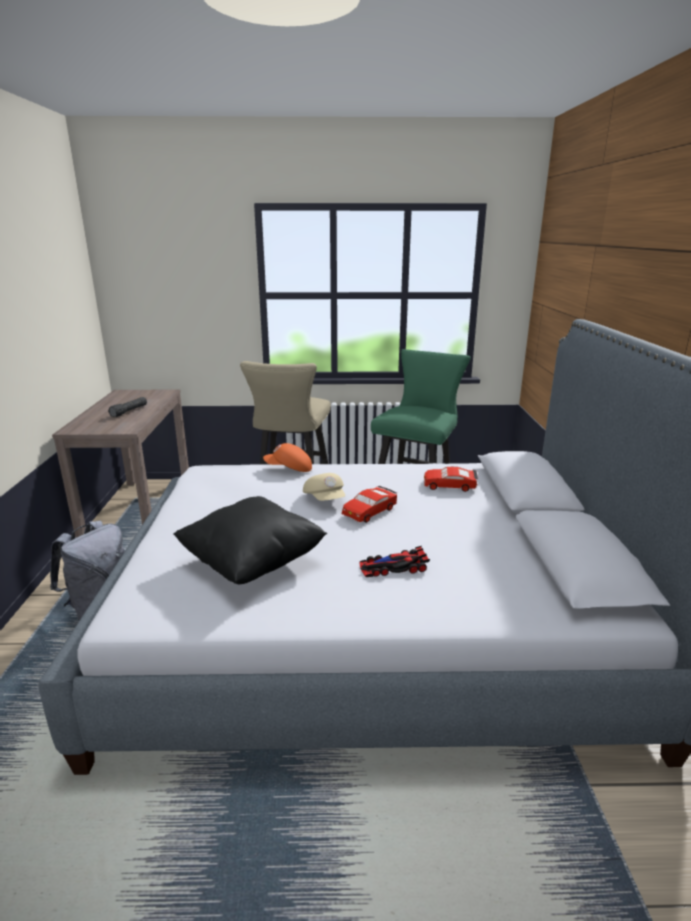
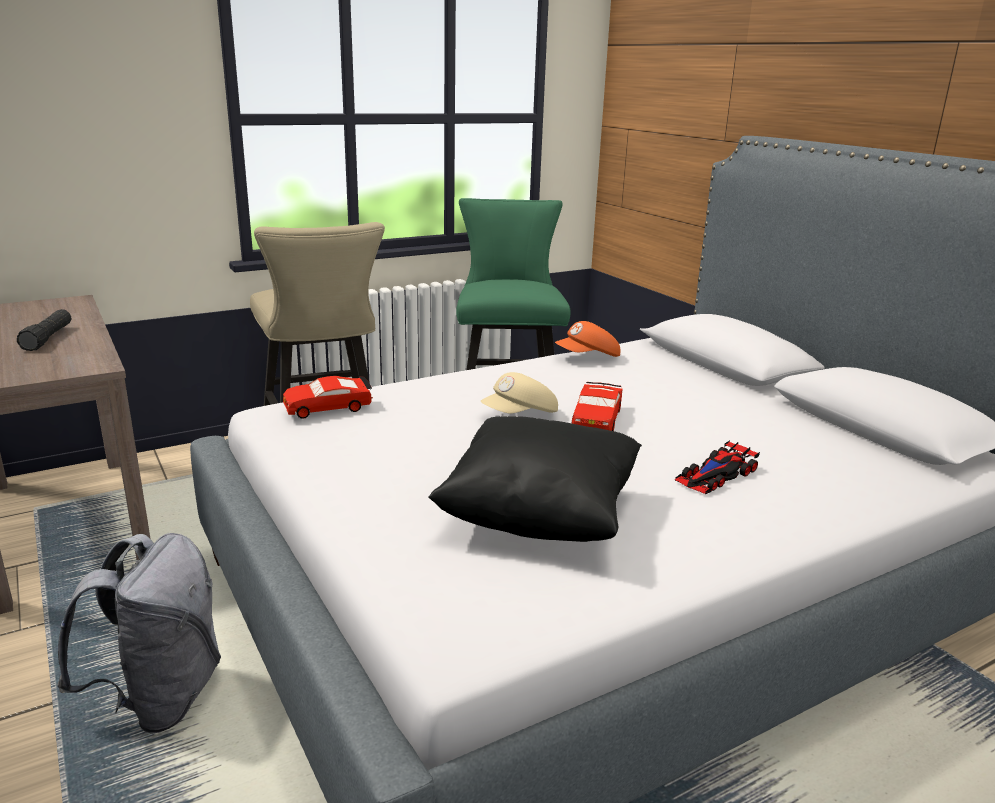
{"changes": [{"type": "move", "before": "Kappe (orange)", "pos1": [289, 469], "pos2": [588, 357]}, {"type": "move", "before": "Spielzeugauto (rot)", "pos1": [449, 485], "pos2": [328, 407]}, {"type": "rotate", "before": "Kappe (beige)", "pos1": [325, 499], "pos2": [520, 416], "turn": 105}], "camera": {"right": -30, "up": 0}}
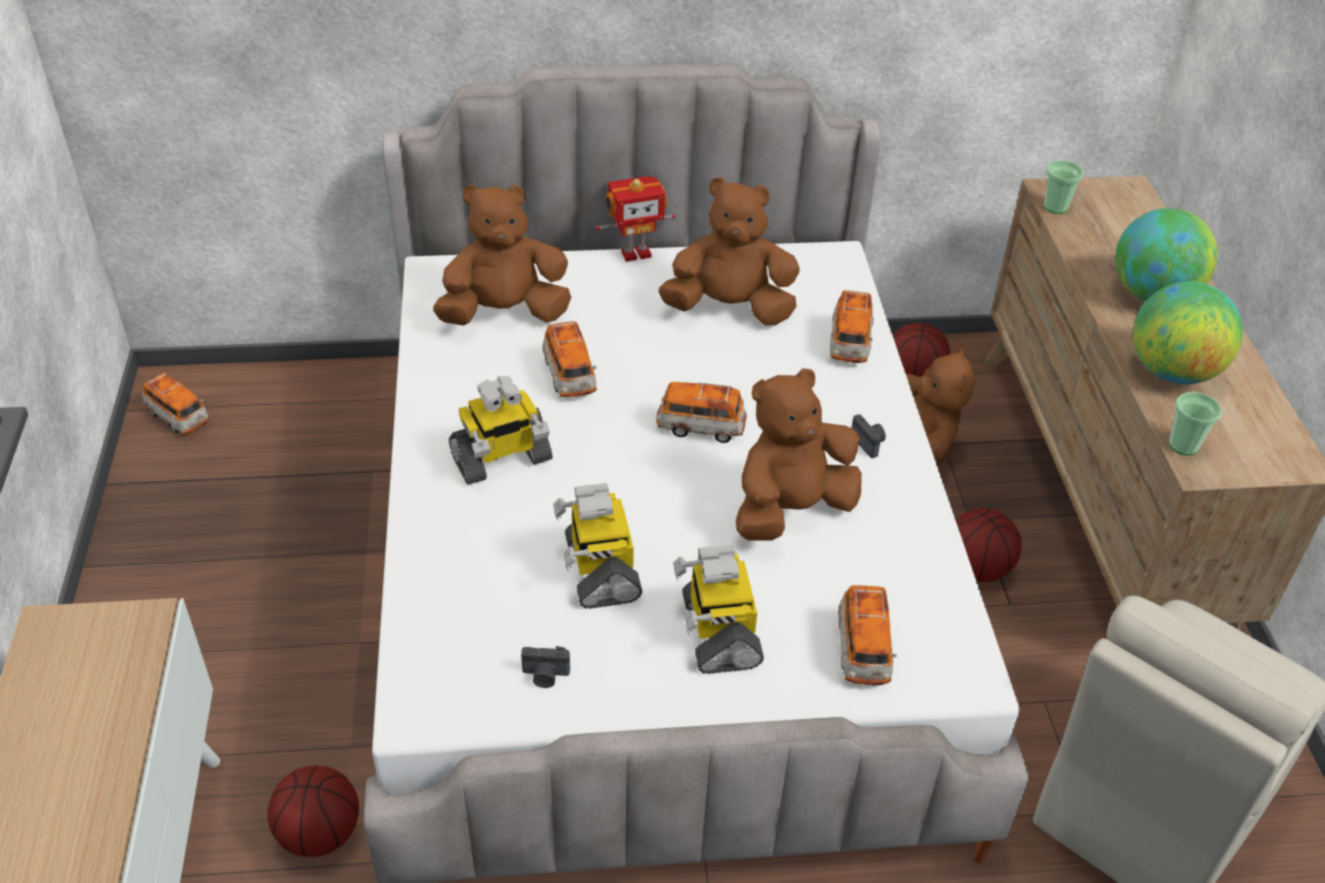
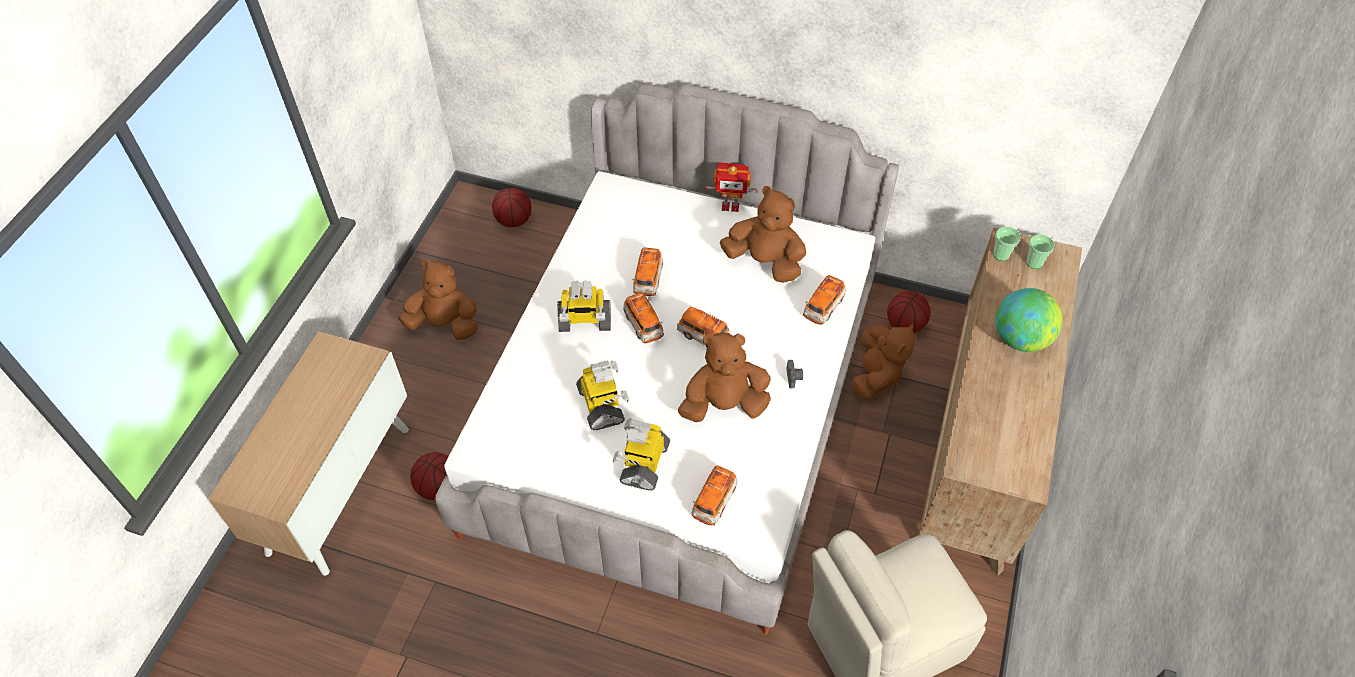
{"changes": [{"type": "move", "before": "Plüschtier (braun)", "pos1": [505, 313], "pos2": [445, 324]}, {"type": "delete", "before": "Globus", "pos1": [1173, 372]}, {"type": "move", "before": "Spielzeugauto", "pos1": [178, 417], "pos2": [643, 325]}, {"type": "move", "before": "Tasse", "pos1": [1183, 445], "pos2": [1034, 263]}, {"type": "rotate", "before": "Spielzeugroboter", "pos1": [600, 569], "pos2": [602, 405], "turn": 150}, {"type": "move", "before": "Basketball", "pos1": [976, 568], "pos2": [514, 220]}, {"type": "delete", "before": "Kamera", "pos1": [545, 676]}], "camera": {"right": 25, "up": 10}}
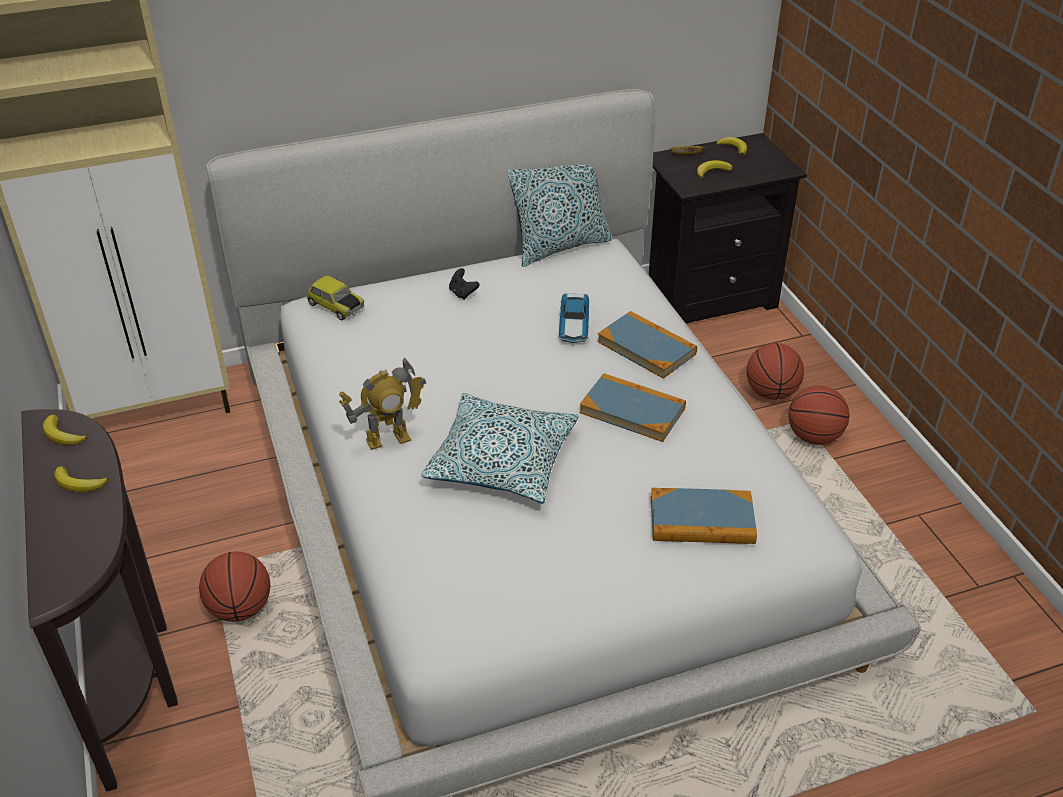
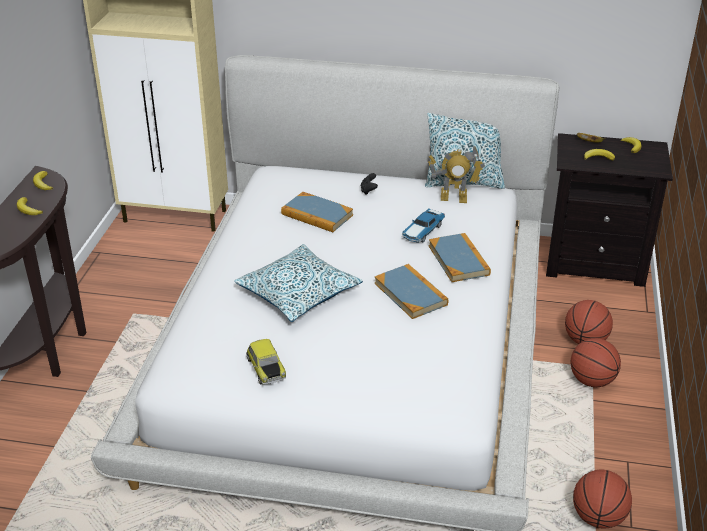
{"changes": [{"type": "move", "before": "Spielzeugauto", "pos1": [335, 306], "pos2": [265, 369]}, {"type": "move", "before": "Spielzeugroboter", "pos1": [388, 439], "pos2": [453, 198]}, {"type": "move", "before": "Buch", "pos1": [701, 520], "pos2": [317, 215]}, {"type": "move", "before": "Basketball", "pos1": [240, 609], "pos2": [598, 518]}], "camera": {"right": 30, "up": -5}}
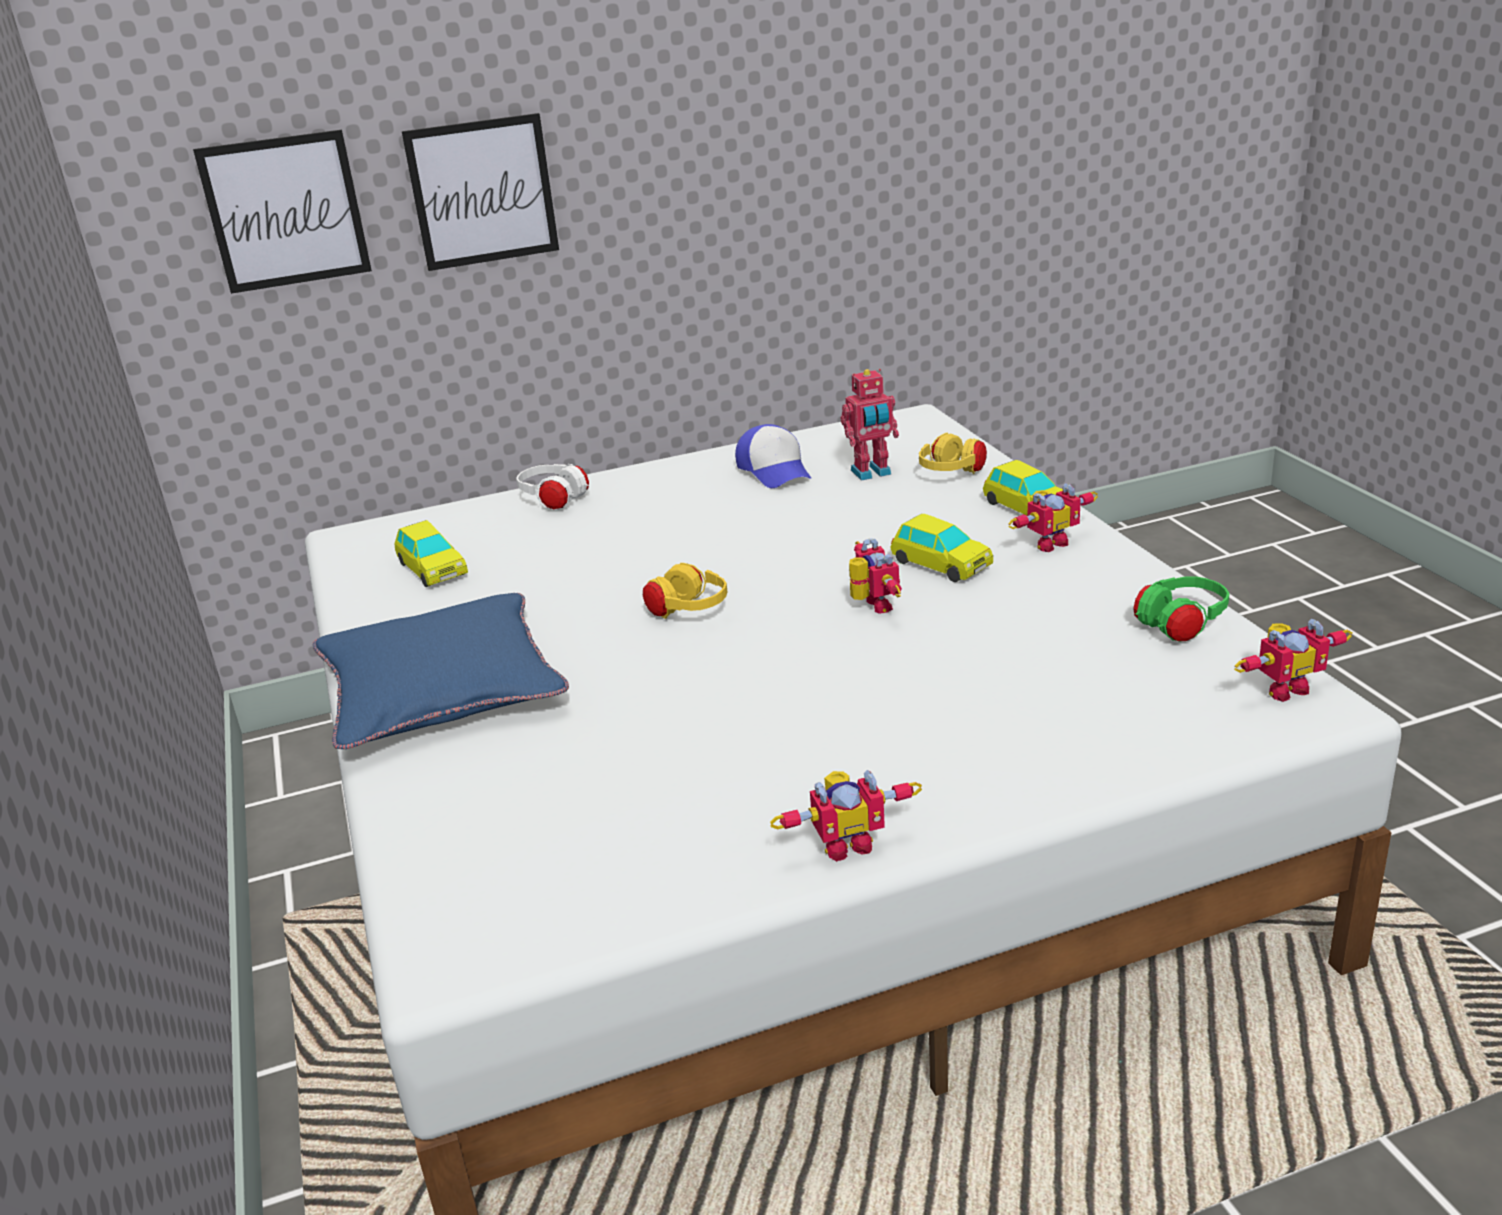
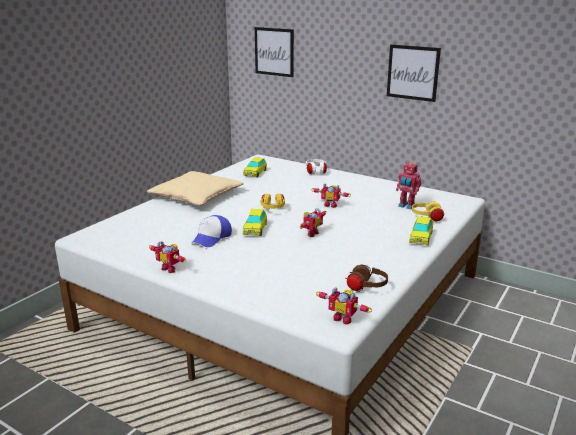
{"changes": [{"type": "move", "before": "Bild", "pos1": [482, 192], "pos2": [413, 72]}, {"type": "move", "before": "Kappe", "pos1": [775, 470], "pos2": [212, 238]}, {"type": "move", "before": "Spielzeugroboter", "pos1": [1048, 543], "pos2": [331, 205]}, {"type": "move", "before": "Spielzeugauto", "pos1": [941, 565], "pos2": [255, 229]}, {"type": "recolor", "before": "Kopfhörer (grün)", "after": "Kopfhörer (braun)", "pos1": [1180, 626], "pos2": [366, 288]}, {"type": "recolor", "before": "Kissen (blau)", "after": "Kissen (beige)", "pos1": [441, 688], "pos2": [196, 195]}], "camera": {"right": 50, "up": -5}}
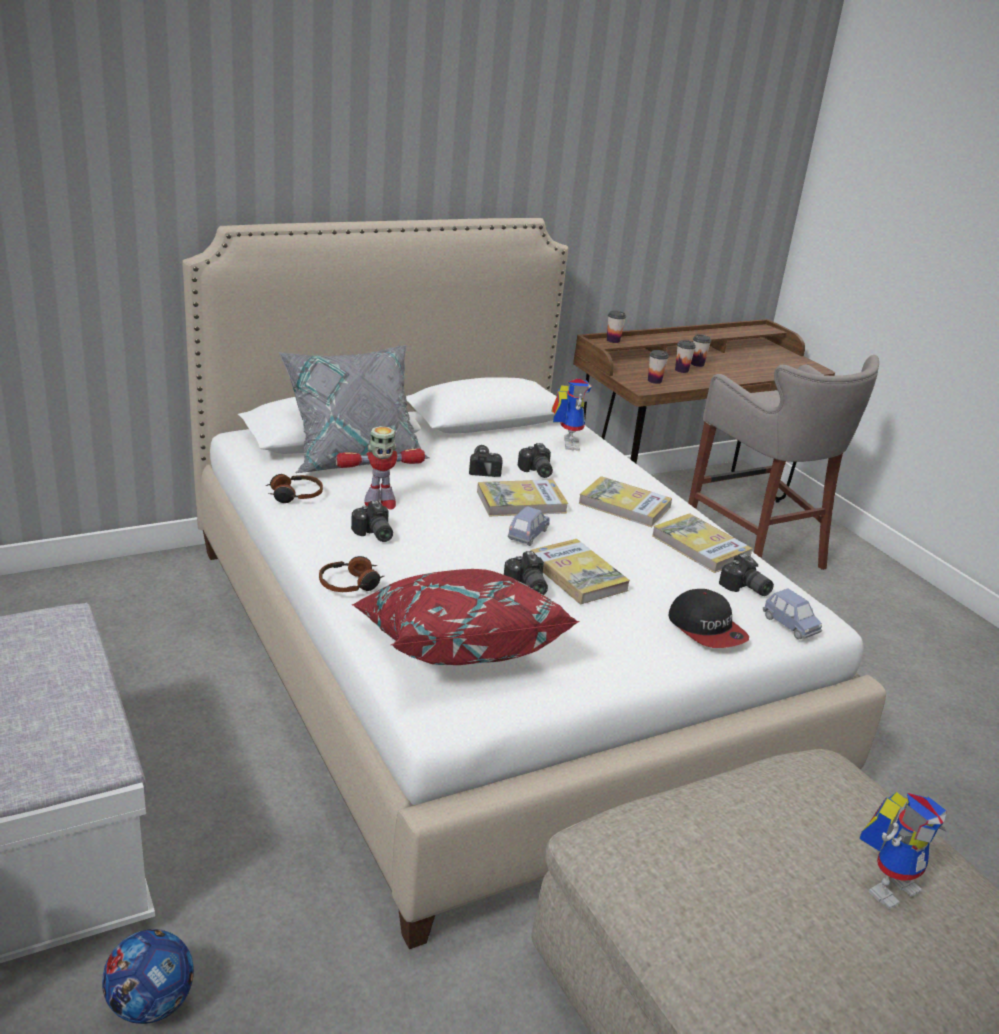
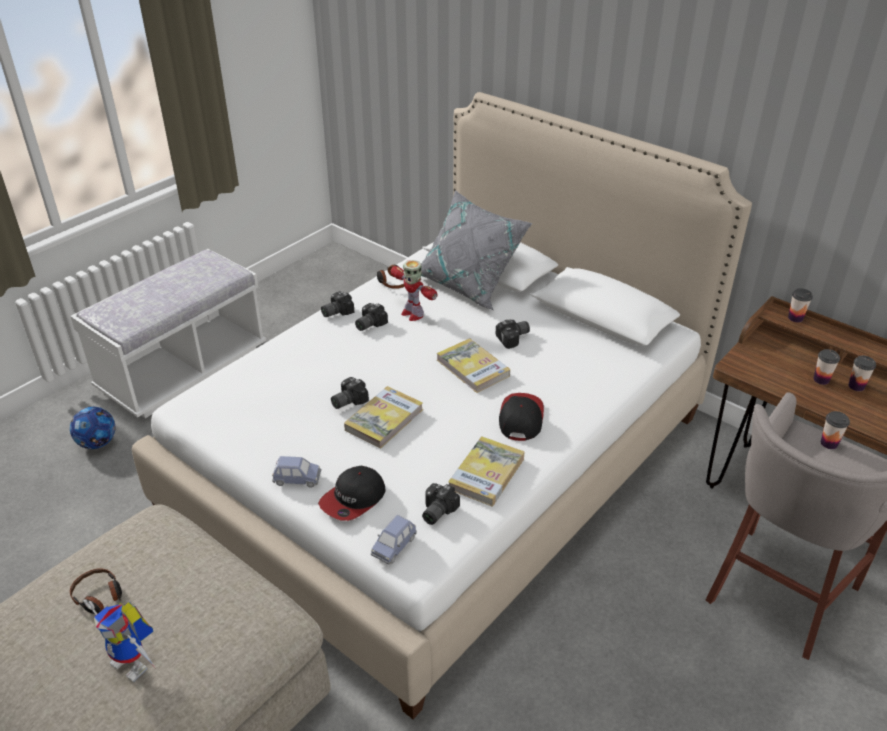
{"changes": [{"type": "move", "before": "Tasse", "pos1": [654, 381], "pos2": [829, 443]}, {"type": "delete", "before": "Spielzeugroboter", "pos1": [566, 443]}, {"type": "move", "before": "Kamera", "pos1": [535, 471], "pos2": [335, 311]}, {"type": "replace", "before": "Buch", "after": "Kappe", "pos1": [624, 505], "pos2": [520, 418]}, {"type": "move", "before": "Spielzeugauto (blau)", "pos1": [528, 535], "pos2": [297, 479]}, {"type": "move", "before": "Kopfhörer", "pos1": [350, 584], "pos2": [99, 596]}, {"type": "delete", "before": "Kissen (rot)", "pos1": [456, 646]}], "camera": {"right": 70, "up": 10}}
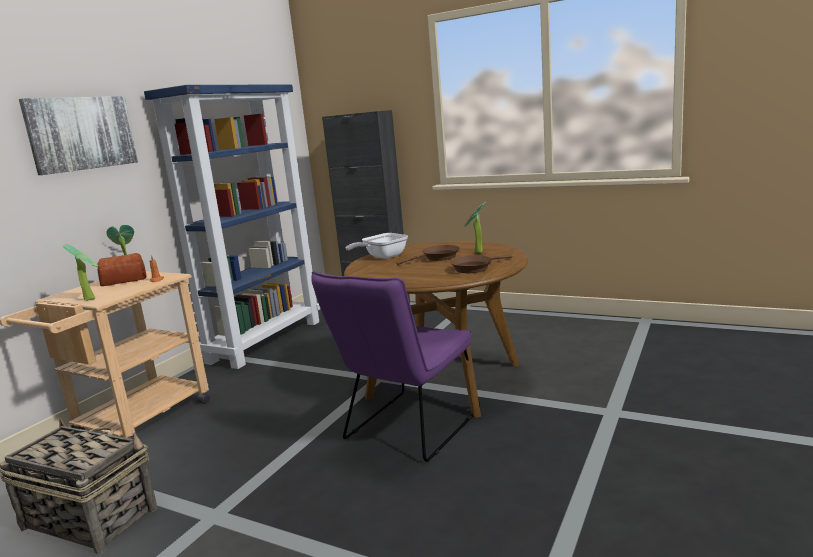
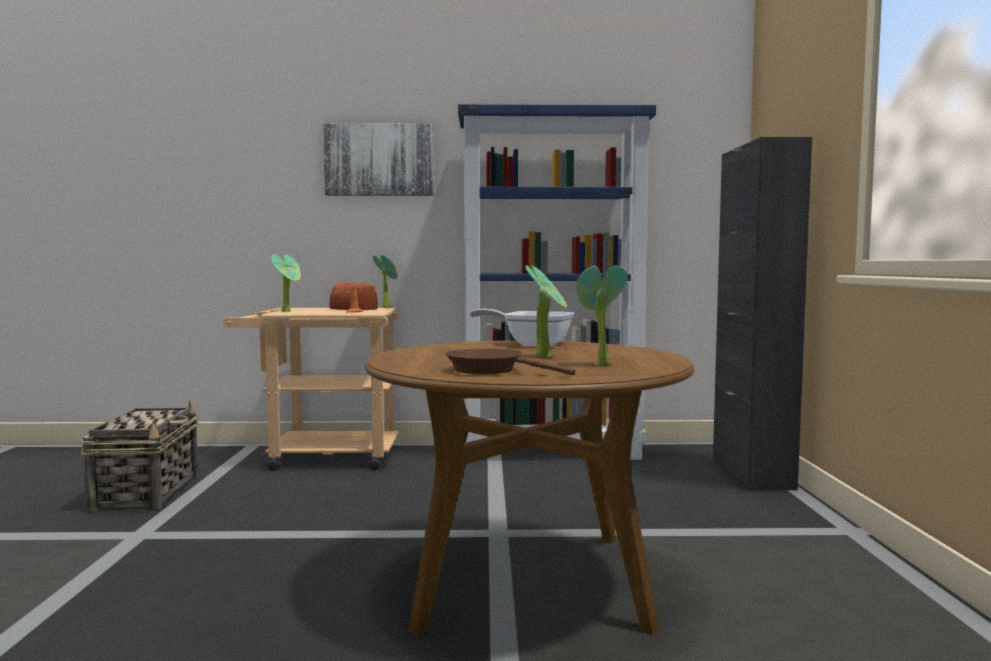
{"changes": [{"type": "replace", "before": "Pfanne (braun)", "after": "Topfpflanze", "pos1": [437, 258], "pos2": [546, 356]}, {"type": "delete", "before": "Stuhl (lila)", "pos1": [407, 429]}], "camera": {"right": 60, "up": -10}}
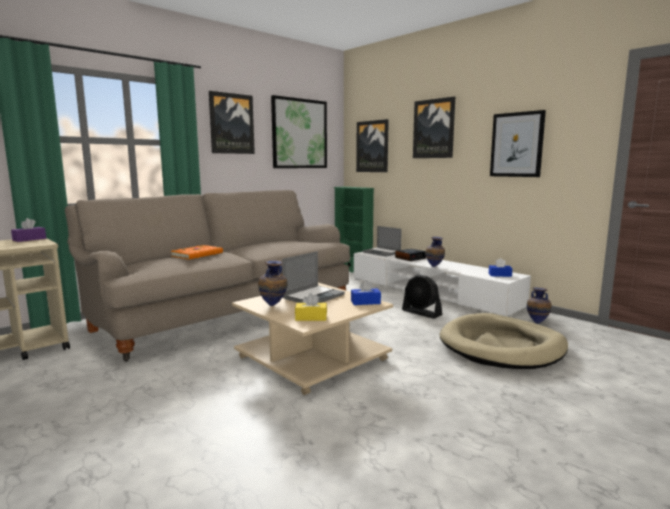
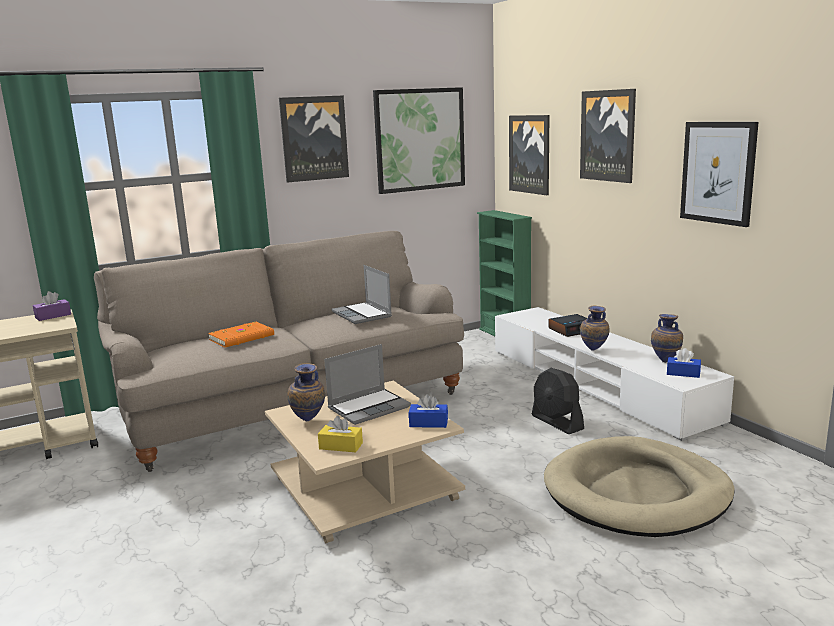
{"changes": [{"type": "move", "before": "Laptop", "pos1": [382, 253], "pos2": [362, 314]}, {"type": "move", "before": "Vase", "pos1": [537, 323], "pos2": [666, 361]}], "camera": {"right": 15, "up": 5}}
